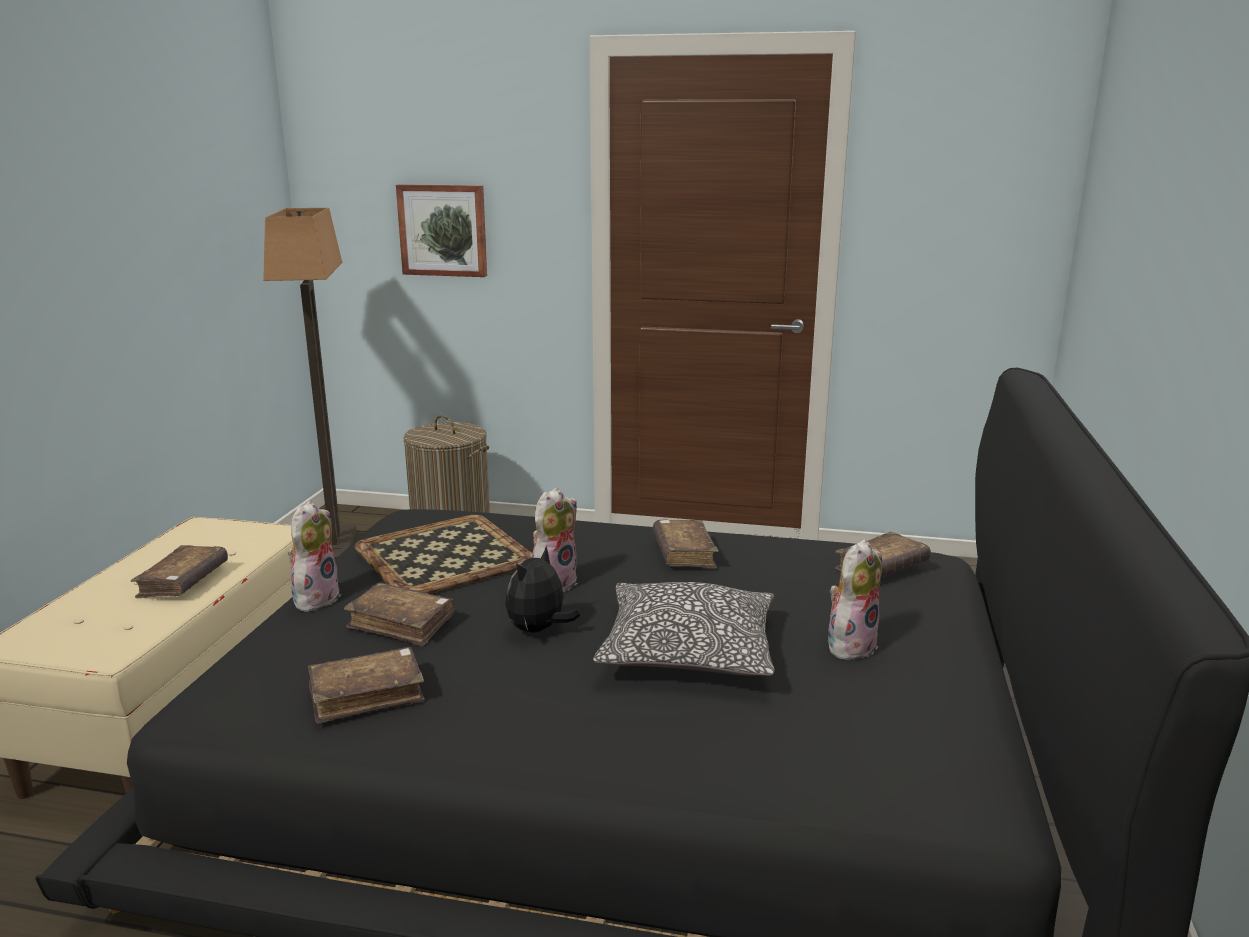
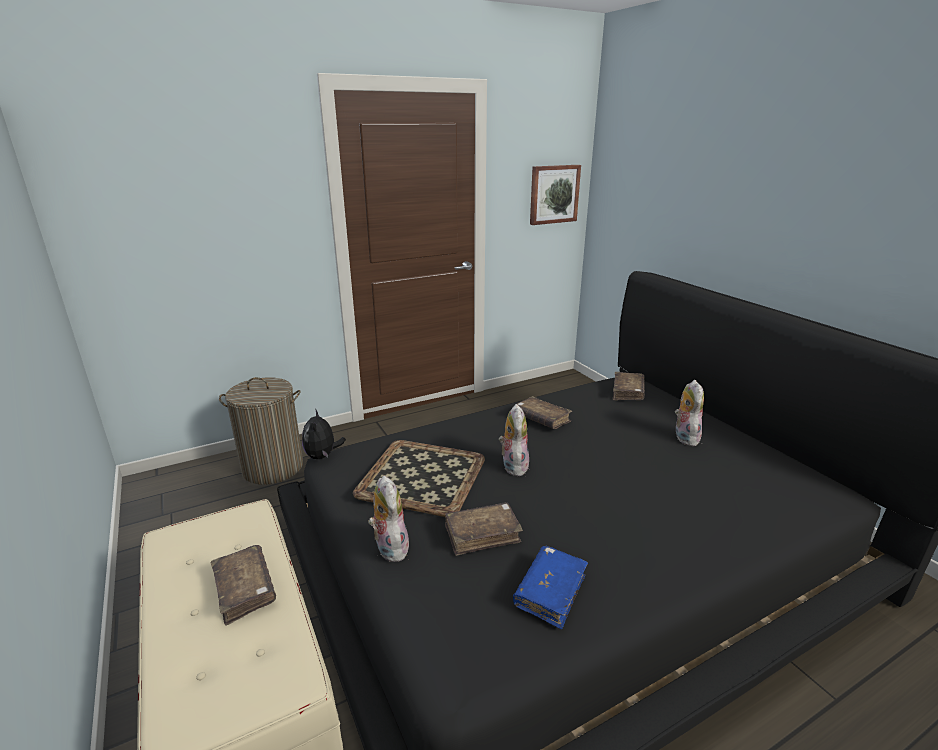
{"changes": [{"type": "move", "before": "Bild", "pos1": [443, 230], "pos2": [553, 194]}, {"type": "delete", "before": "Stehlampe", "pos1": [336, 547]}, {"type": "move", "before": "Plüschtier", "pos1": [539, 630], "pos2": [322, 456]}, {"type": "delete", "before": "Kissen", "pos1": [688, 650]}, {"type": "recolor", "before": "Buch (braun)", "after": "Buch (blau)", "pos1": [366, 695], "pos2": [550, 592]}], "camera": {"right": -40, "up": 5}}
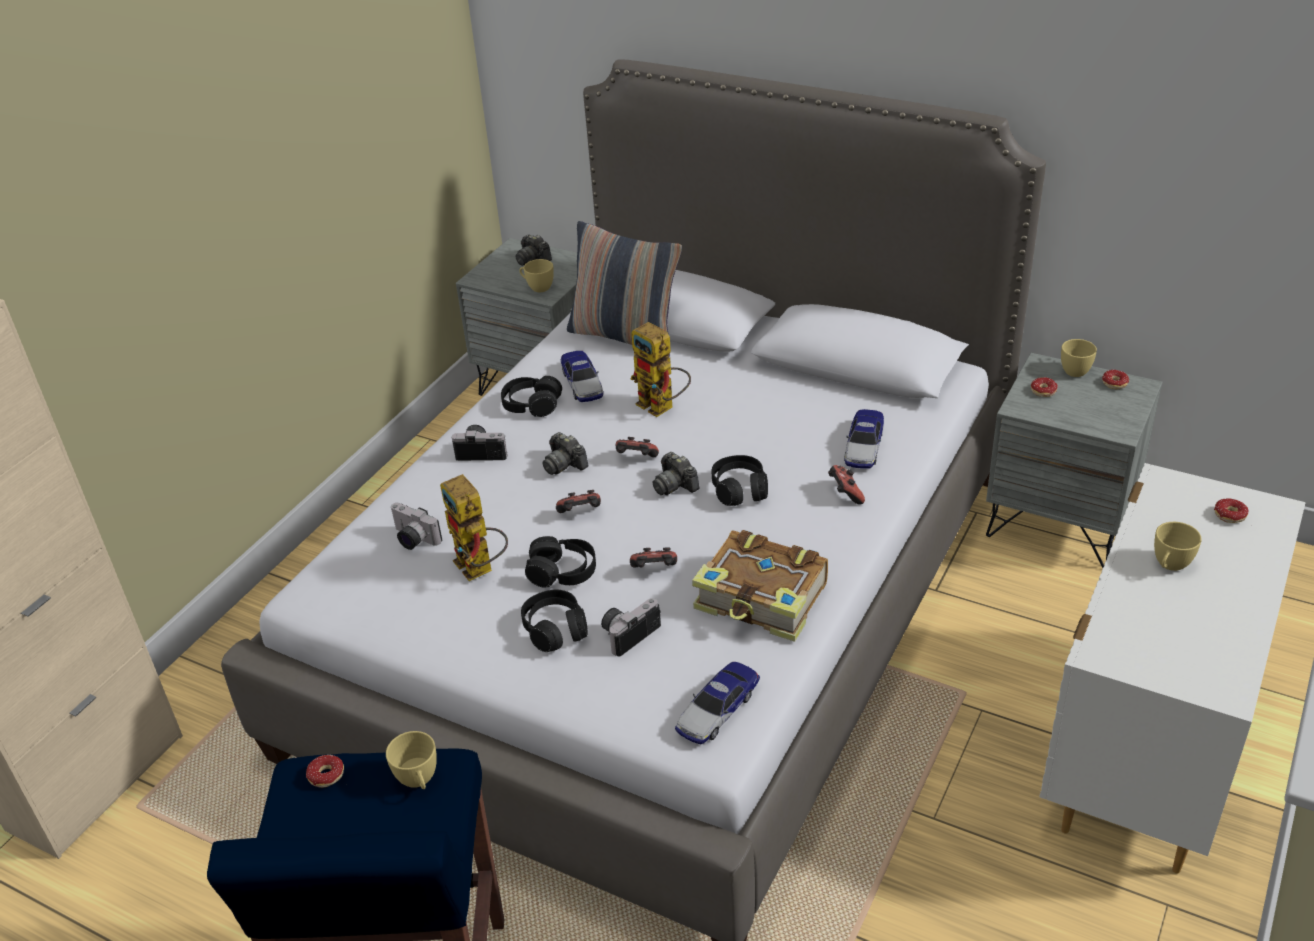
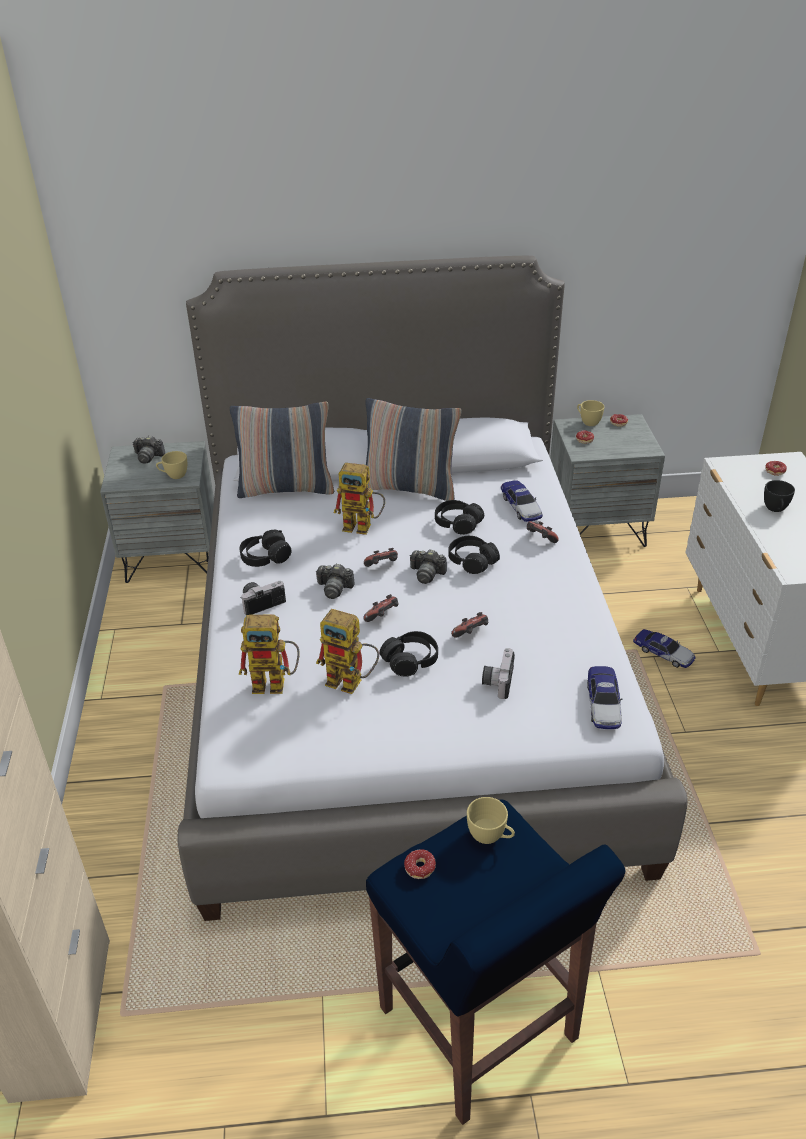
{"changes": [{"type": "move", "before": "Spielzeugauto", "pos1": [582, 383], "pos2": [663, 653]}, {"type": "replace", "before": "Kamera", "after": "Spielzeugroboter", "pos1": [412, 539], "pos2": [276, 683]}, {"type": "recolor", "before": "Tasse (gelb)", "after": "Tasse (schwarz)", "pos1": [1169, 565], "pos2": [775, 509]}, {"type": "delete", "before": "Buch", "pos1": [762, 600]}, {"type": "move", "before": "Kopfhörer (schwarz)", "pos1": [555, 629], "pos2": [458, 523]}, {"type": "insert", "after": "Kissen", "pos2": [410, 488]}], "camera": {"right": -35, "up": 0}}
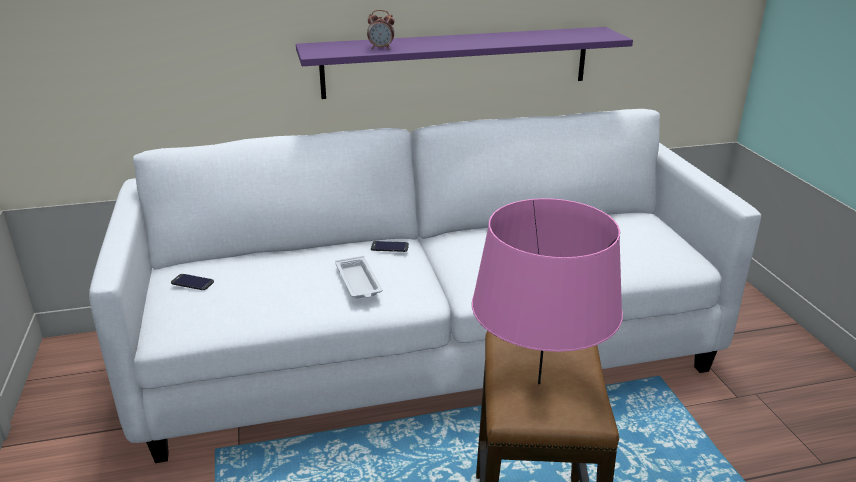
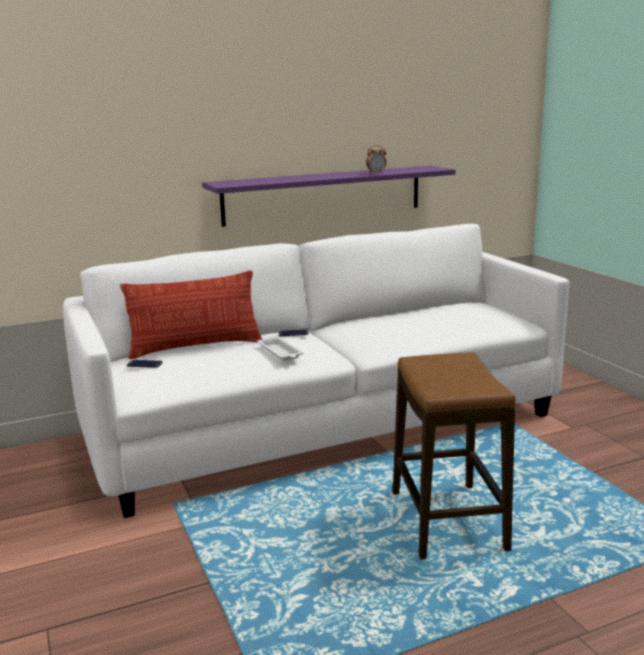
{"changes": [{"type": "move", "before": "Wecker", "pos1": [381, 48], "pos2": [376, 173]}, {"type": "delete", "before": "Tischlampe (rosa)", "pos1": [539, 383]}, {"type": "insert", "after": "Kissen", "pos2": [195, 347]}], "camera": {"right": -10, "up": -10}}
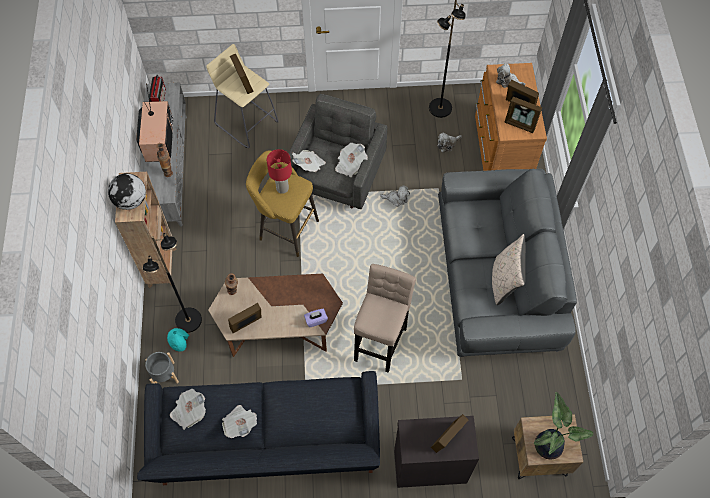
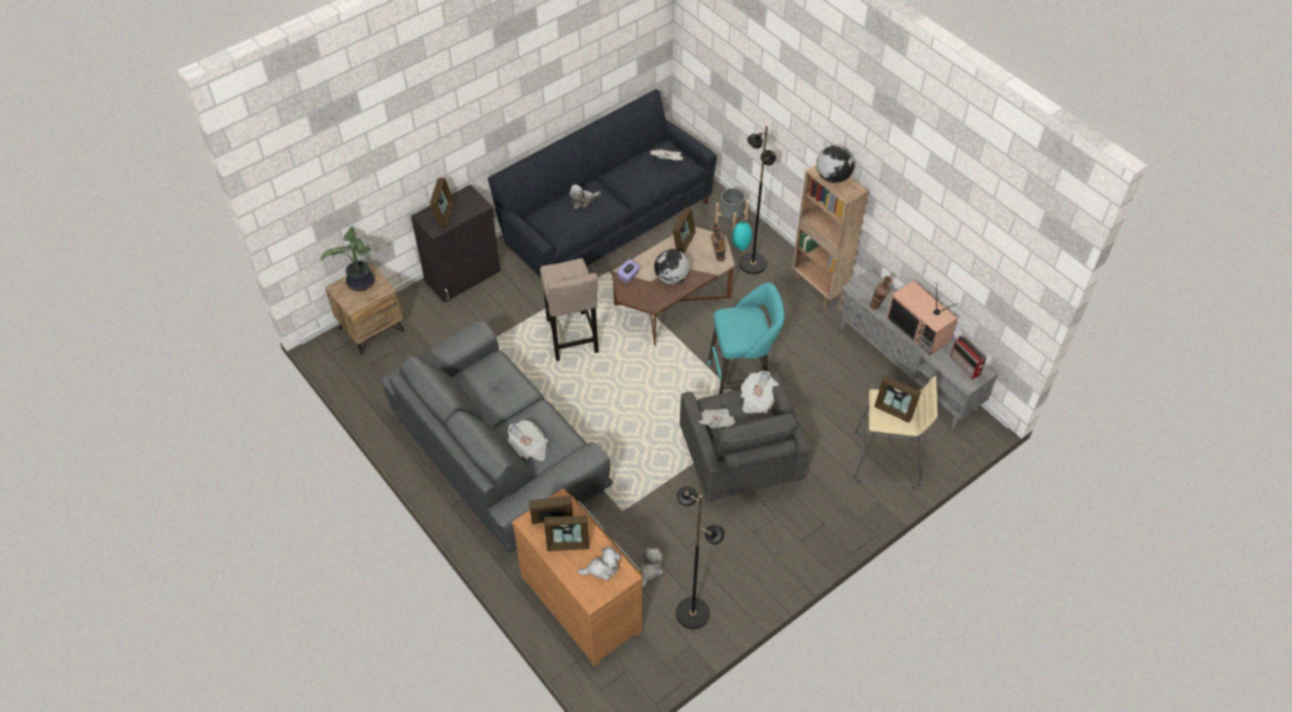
{"changes": [{"type": "delete", "before": "Tischlampe (rot)", "pos1": [282, 188]}, {"type": "recolor", "before": "Hocker (gelb)", "after": "Hocker (türkis)", "pos1": [286, 229], "pos2": [742, 380]}, {"type": "move", "before": "Plüschtier", "pos1": [396, 199], "pos2": [583, 201]}, {"type": "delete", "before": "Kissen (beige)", "pos1": [504, 281]}, {"type": "move", "before": "Zeitung", "pos1": [240, 424], "pos2": [529, 448]}, {"type": "insert", "after": "Globus", "pos2": [671, 278]}], "camera": {"right": 145, "up": -10}}
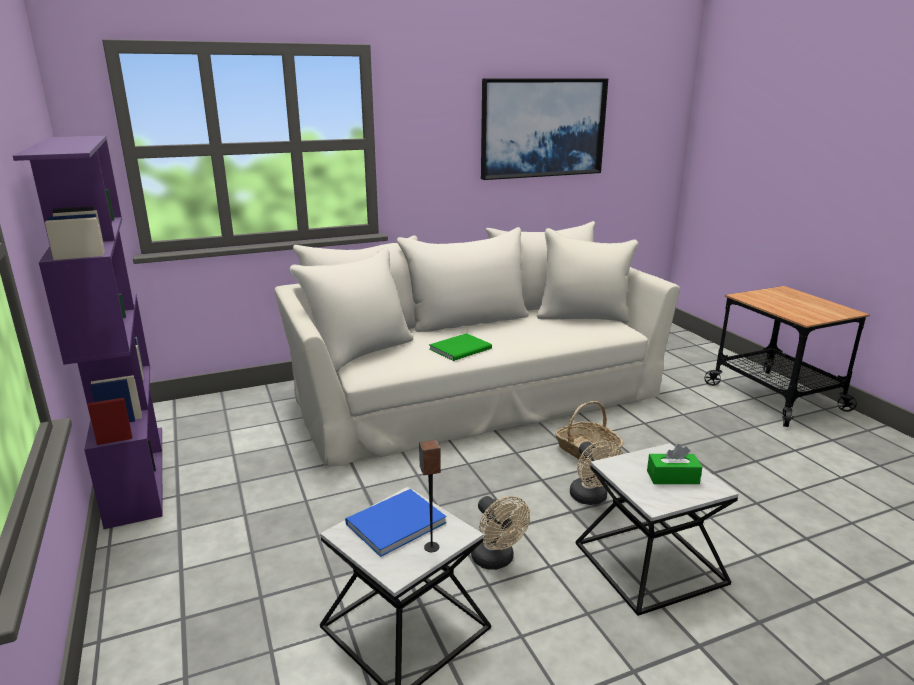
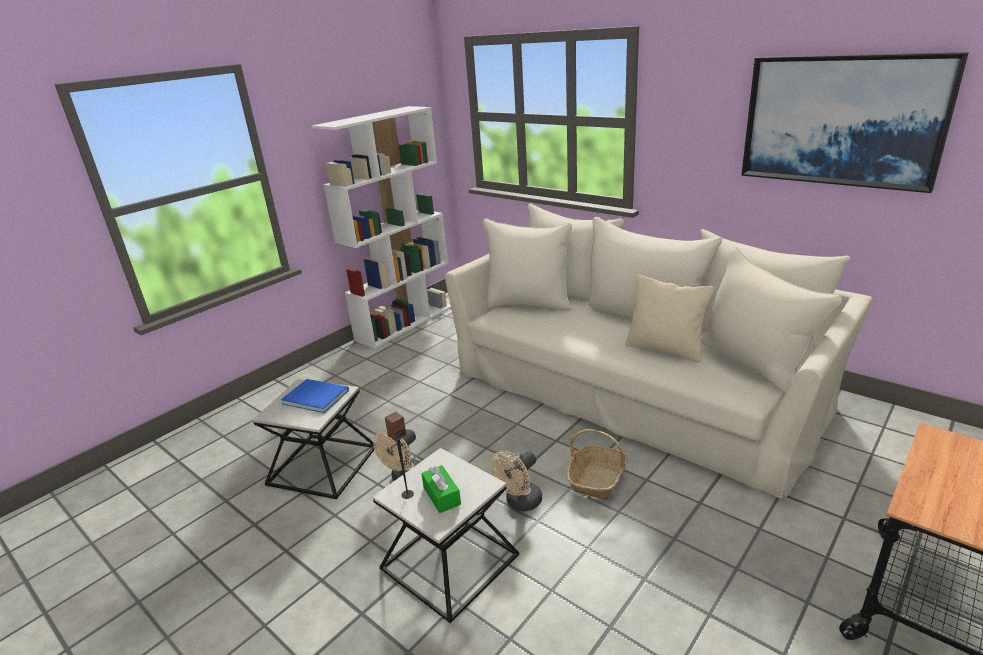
{"changes": [{"type": "recolor", "before": "Bücherregal (lila)", "after": "Bücherregal (weiß)", "pos1": [135, 473], "pos2": [405, 322]}, {"type": "delete", "before": "Buch (grün)", "pos1": [462, 349]}, {"type": "move", "before": "Lautsprecher", "pos1": [431, 547], "pos2": [407, 494]}, {"type": "insert", "after": "Kissen (beige)", "pos2": [665, 349]}], "camera": {"right": 65, "up": 5}}
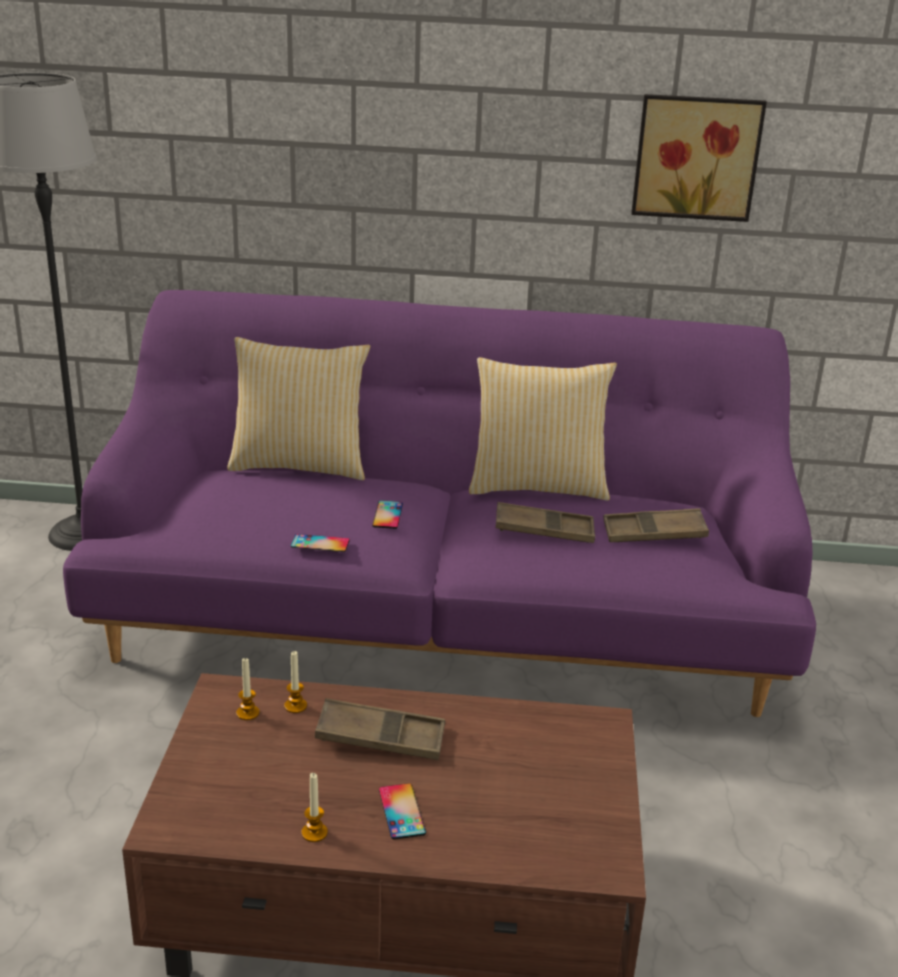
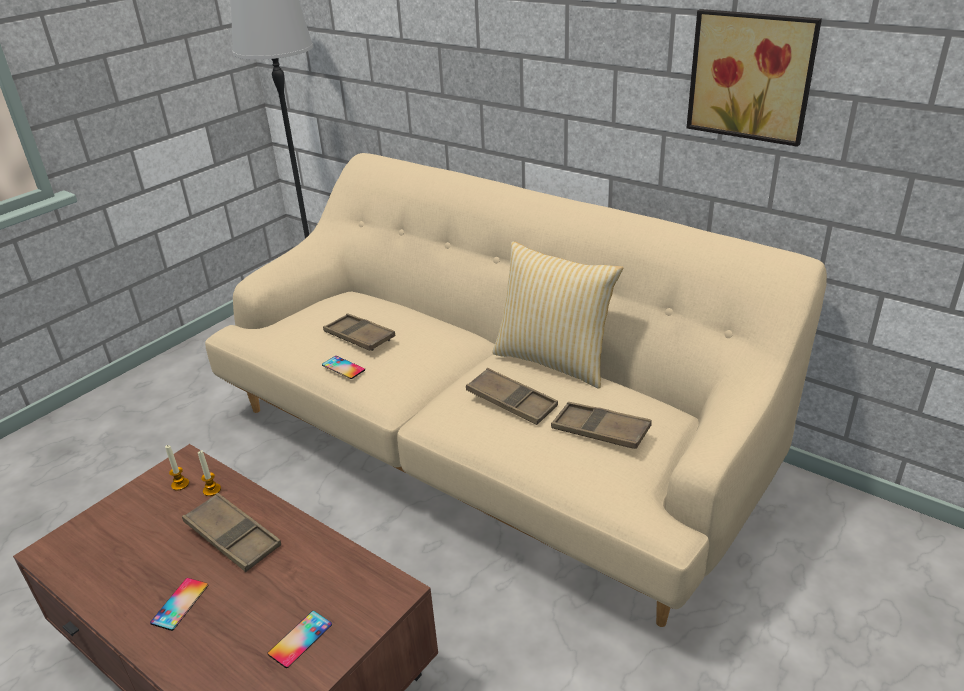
{"changes": [{"type": "recolor", "before": "Sofa (lila)", "after": "Sofa (beige)", "pos1": [444, 615], "pos2": [487, 443]}, {"type": "delete", "before": "Kissen", "pos1": [300, 465]}, {"type": "move", "before": "Handy", "pos1": [387, 515], "pos2": [300, 639]}, {"type": "delete", "before": "Kerze", "pos1": [314, 833]}, {"type": "insert", "after": "Tablett (braun)", "pos2": [359, 337]}], "camera": {"right": 35, "up": 5}}
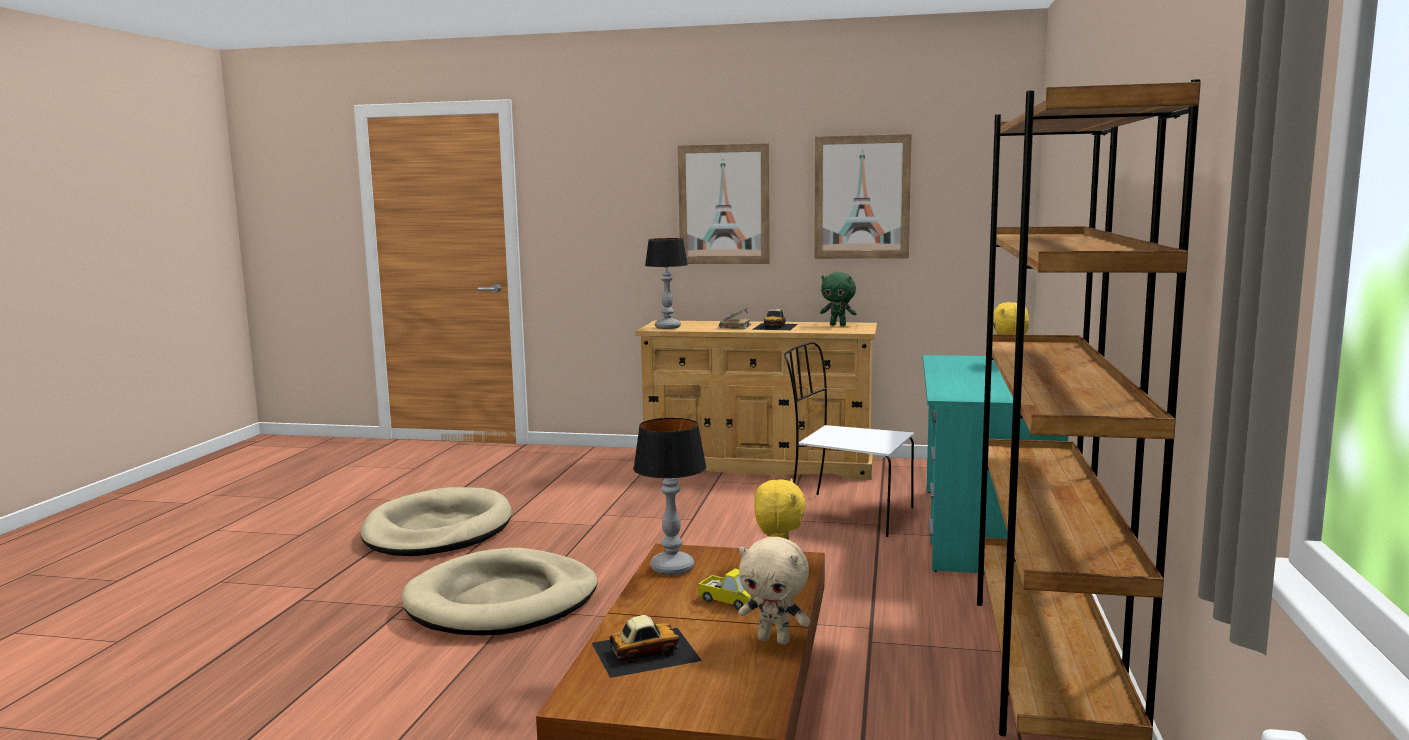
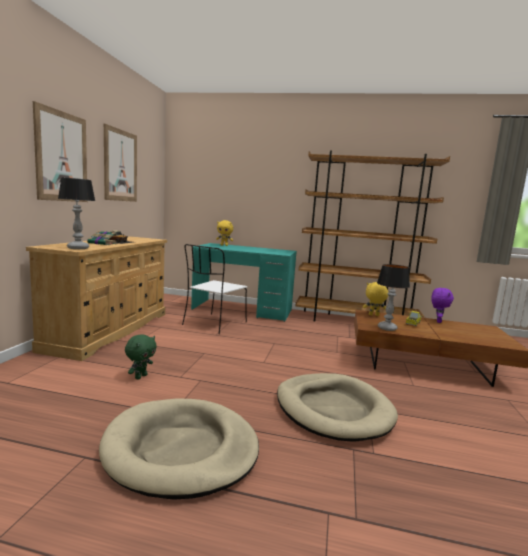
{"changes": [{"type": "move", "before": "Plüschtier (grün)", "pos1": [838, 325], "pos2": [140, 376]}, {"type": "recolor", "before": "Plüschtier (beige)", "after": "Plüschtier (lila)", "pos1": [774, 640], "pos2": [438, 321]}, {"type": "delete", "before": "Spielzeugauto", "pos1": [644, 651]}], "camera": {"right": -90, "up": 0}}
